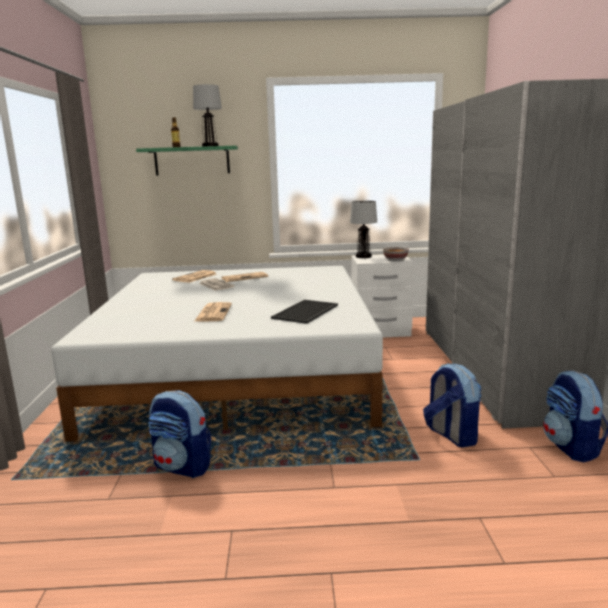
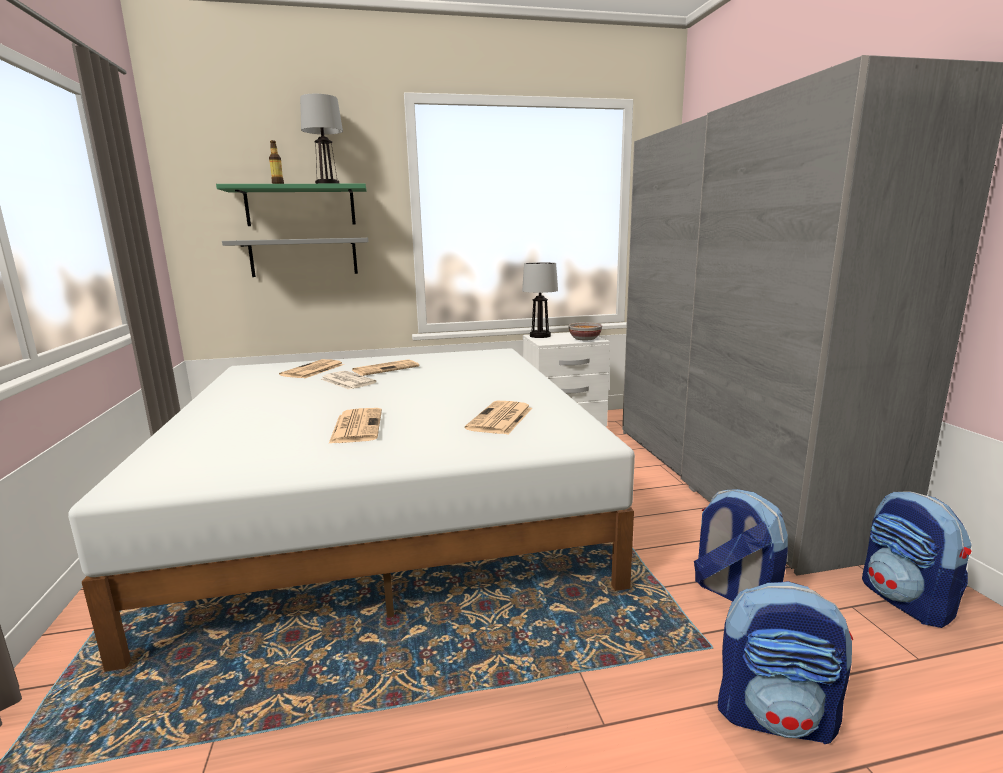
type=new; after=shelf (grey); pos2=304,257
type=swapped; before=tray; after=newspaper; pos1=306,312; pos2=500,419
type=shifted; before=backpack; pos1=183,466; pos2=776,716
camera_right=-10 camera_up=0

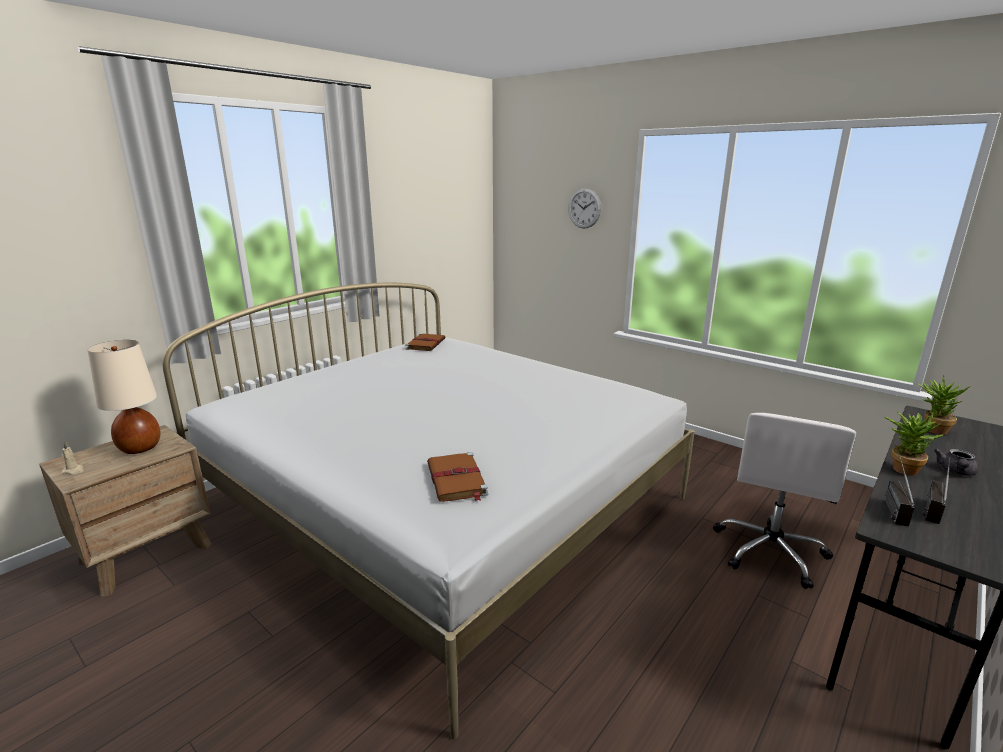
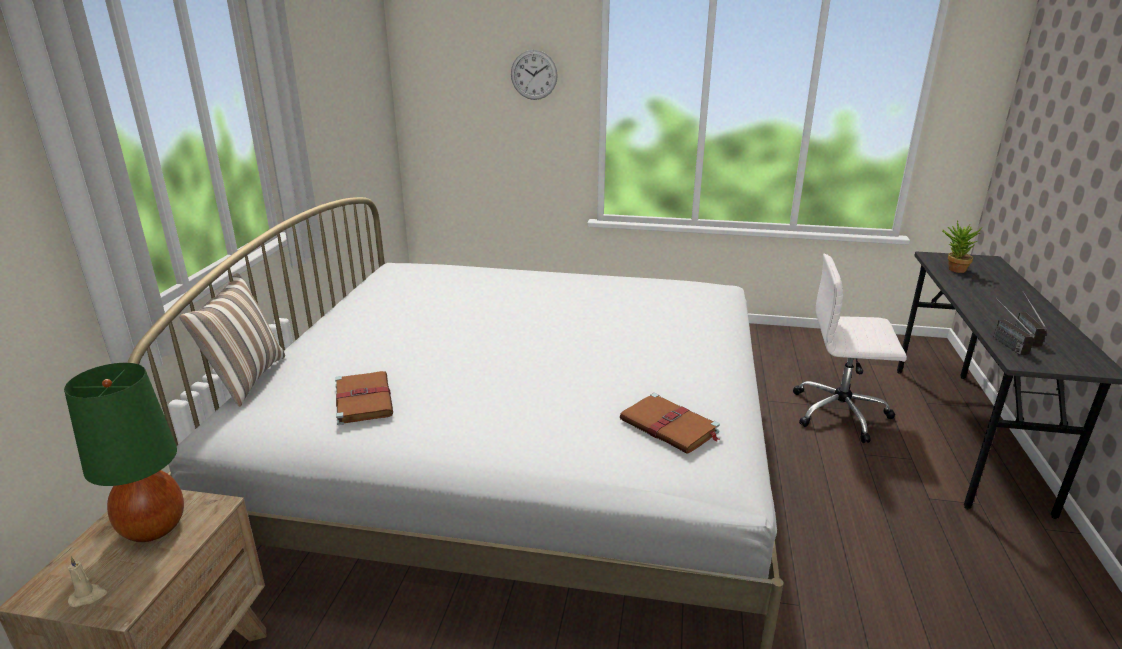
type=repainted; before=table lamp (beige); after=table lamp (green); pos1=141,448; pos2=154,527
type=new; after=pillow; pos2=245,379
type=shifted; before=book (brown); pos1=426,344; pos2=363,399
type=rotated; before=office chair (white); pos1=770,551; pos2=841,413; turn=105
type=gone; before=potted plant; pos1=901,468
type=gone; before=teapot (grey); pos1=955,472
camera_right=-30 camera_up=5

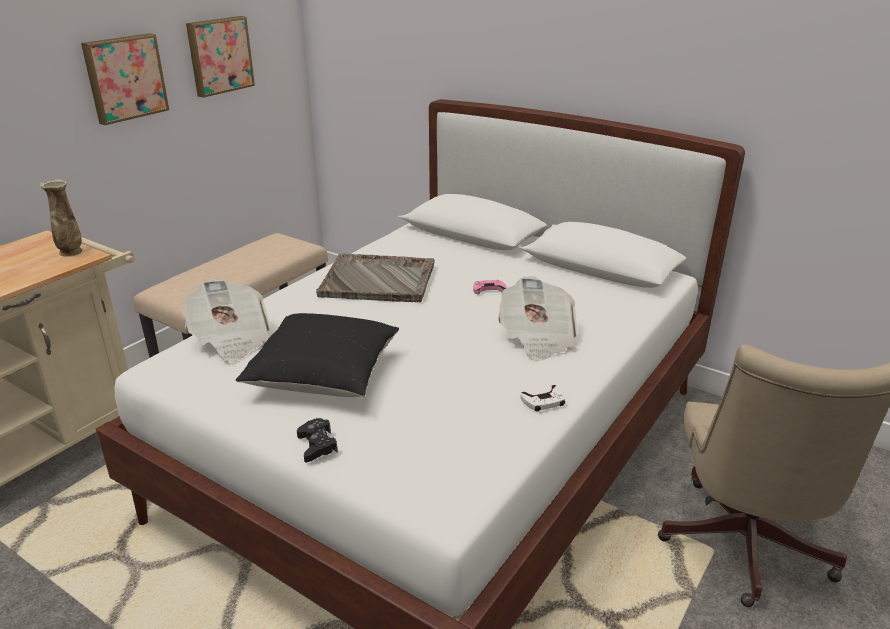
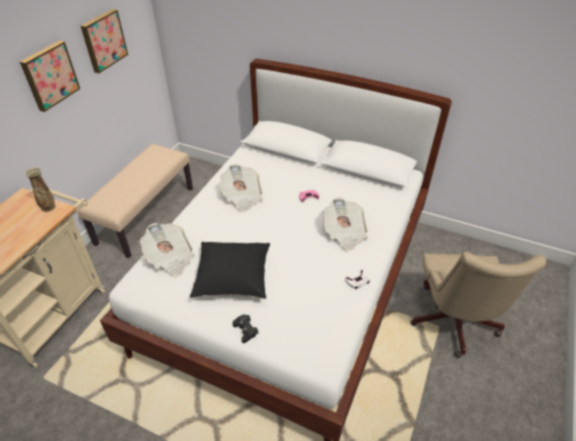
type=swapped; before=tray (grey); after=newspaper; pos1=379,280; pos2=242,197
camera_right=-10 camera_up=15

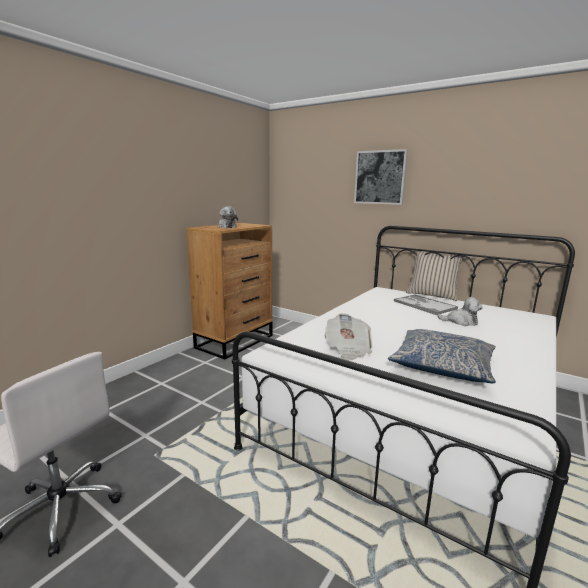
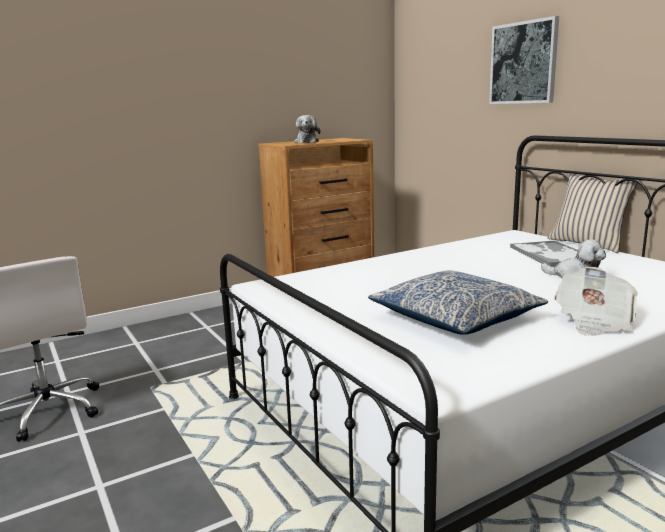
type=shifted; before=newspaper; pos1=348,349; pos2=593,321
camera_right=25 camera_up=0

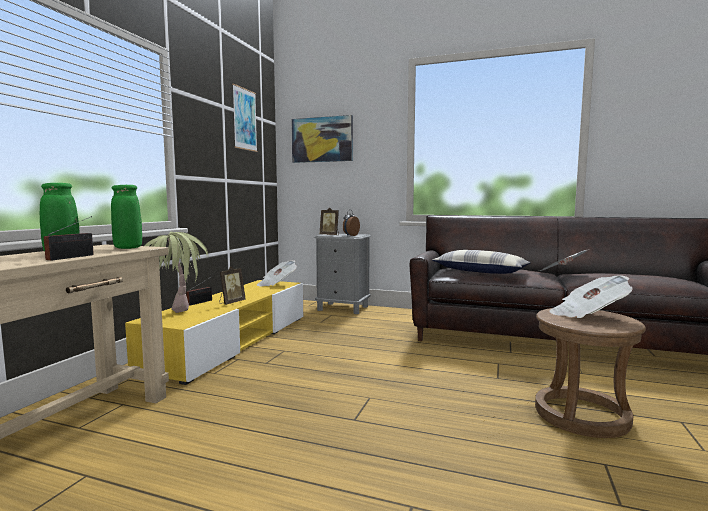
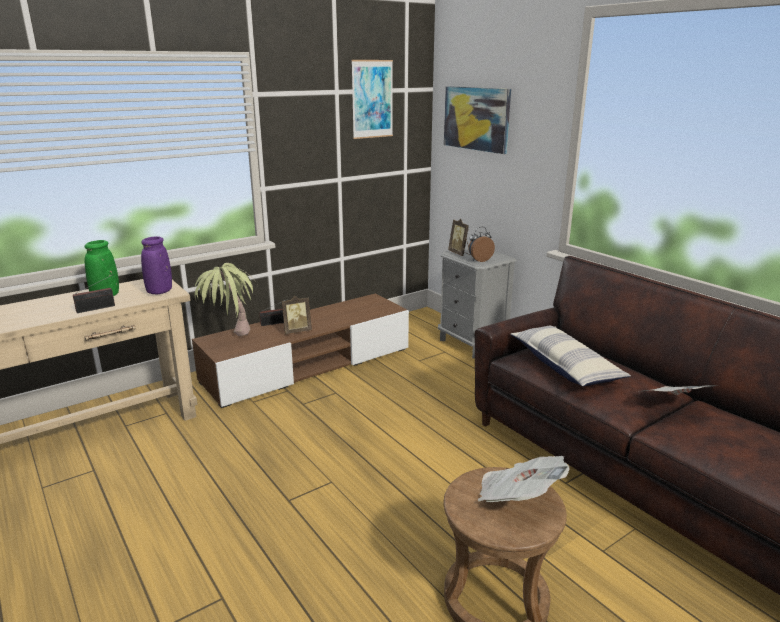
type=repainted; before=vase (green); after=vase (purple); pos1=128,248; pos2=159,291
type=repainted; before=tv stand (yellow); after=tv stand (brown); pos1=233,341; pos2=308,365
type=gone; before=newspaper; pos1=277,284
camera_right=35 camera_up=15

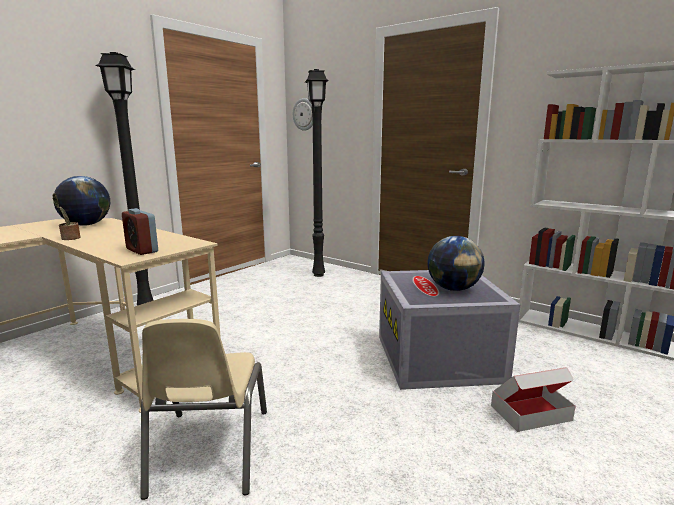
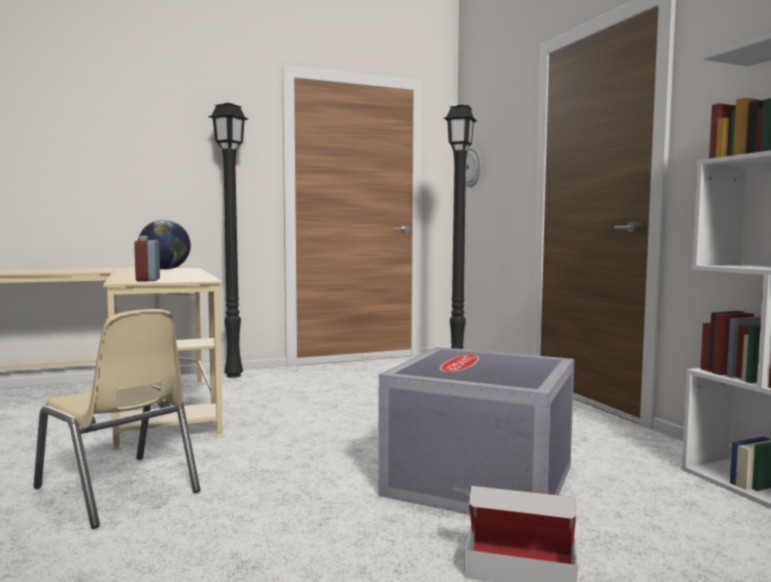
type=rotated; before=chair (beige); pos1=209,451; pos2=118,490; turn=-75
type=gone; before=potted plant; pos1=69,238
type=gone; before=globe; pos1=453,289
camera_right=30 camera_up=-10

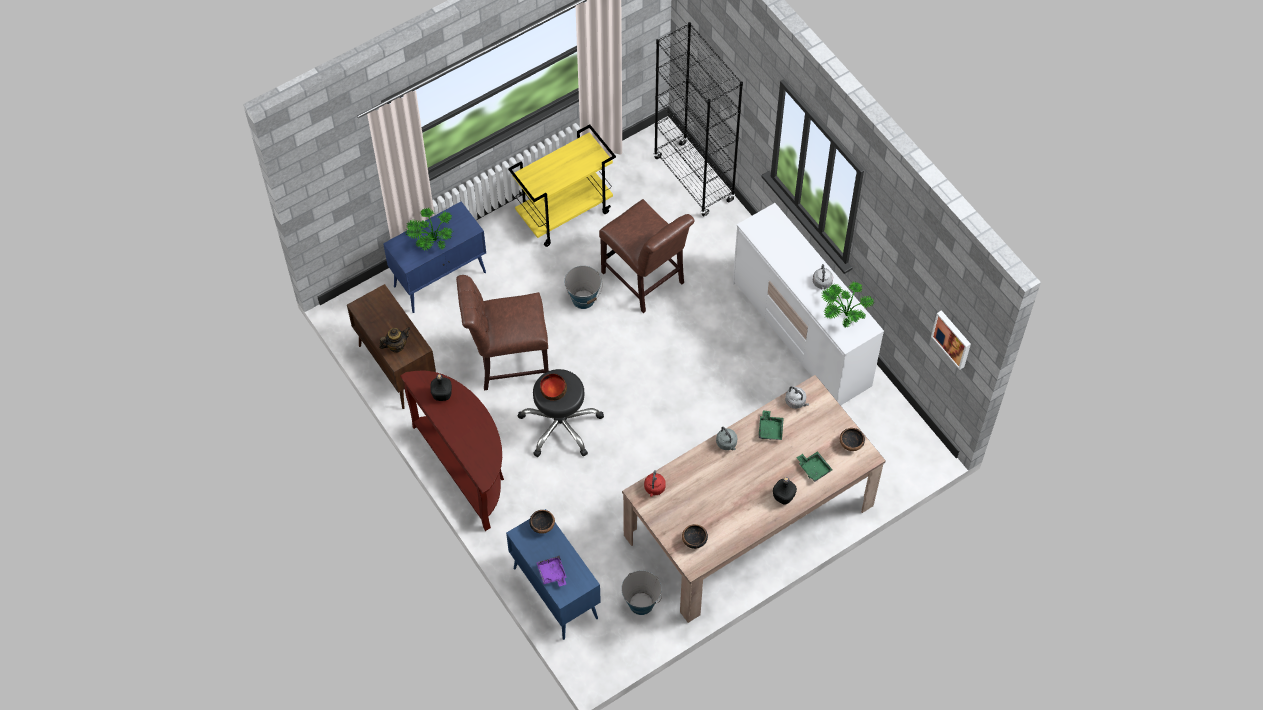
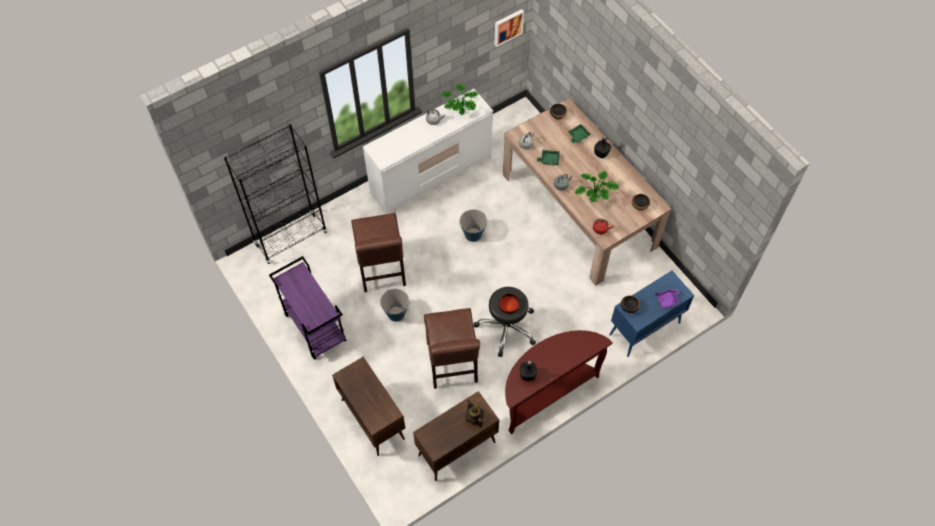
type=repainted; before=cart (yellow); after=cart (purple); pos1=565,213; pos2=314,327
type=repainted; before=cabinet (blue); after=cabinet (brown); pos1=440,279; pos2=372,419
type=rotated; before=chair (brown); pos1=645,281; pos2=381,271; turn=120
type=shifted; before=bucket; pos1=641,603; pos2=473,234
type=shifted; before=potted plant; pos1=431,241; pos2=595,196
camera_right=-90 camera_up=0

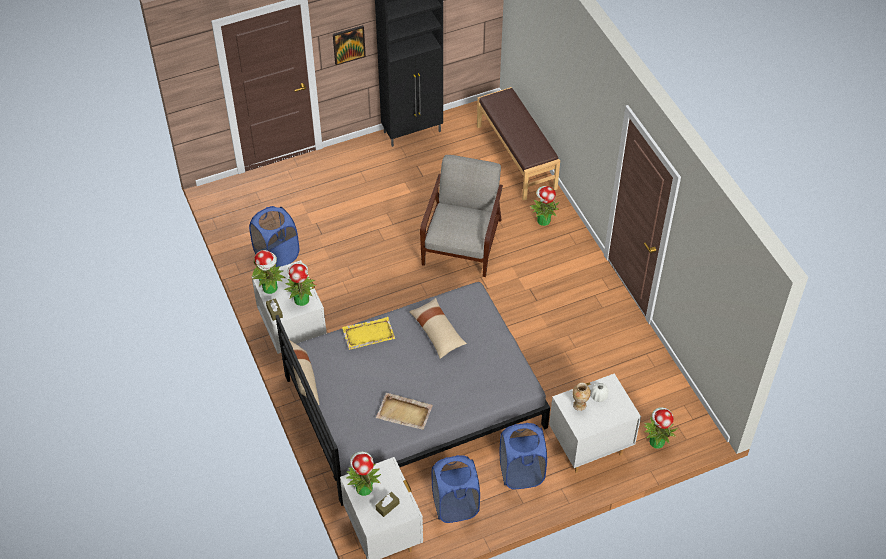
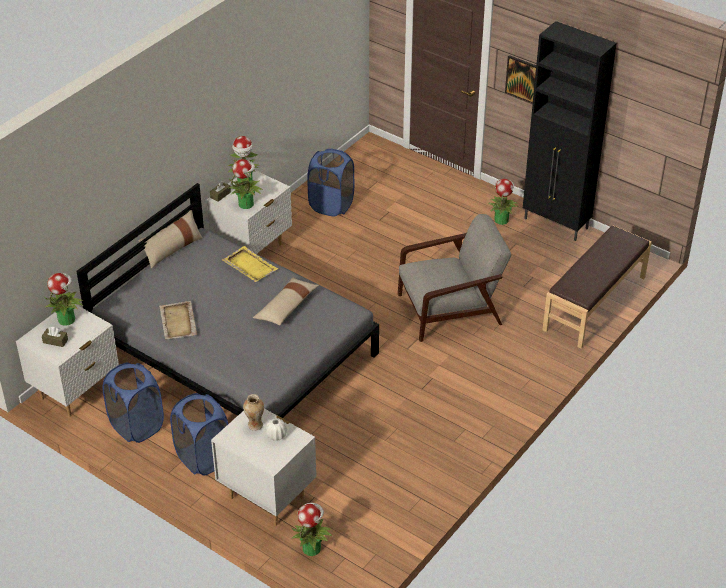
type=shifted; before=potted plant; pos1=543,220; pos2=501,219
camera_right=60 camera_up=-10

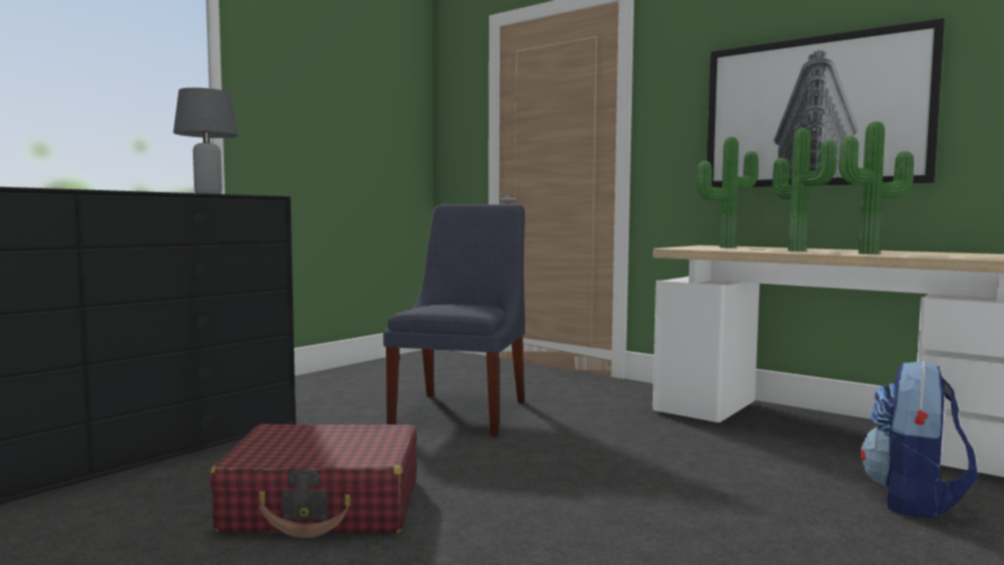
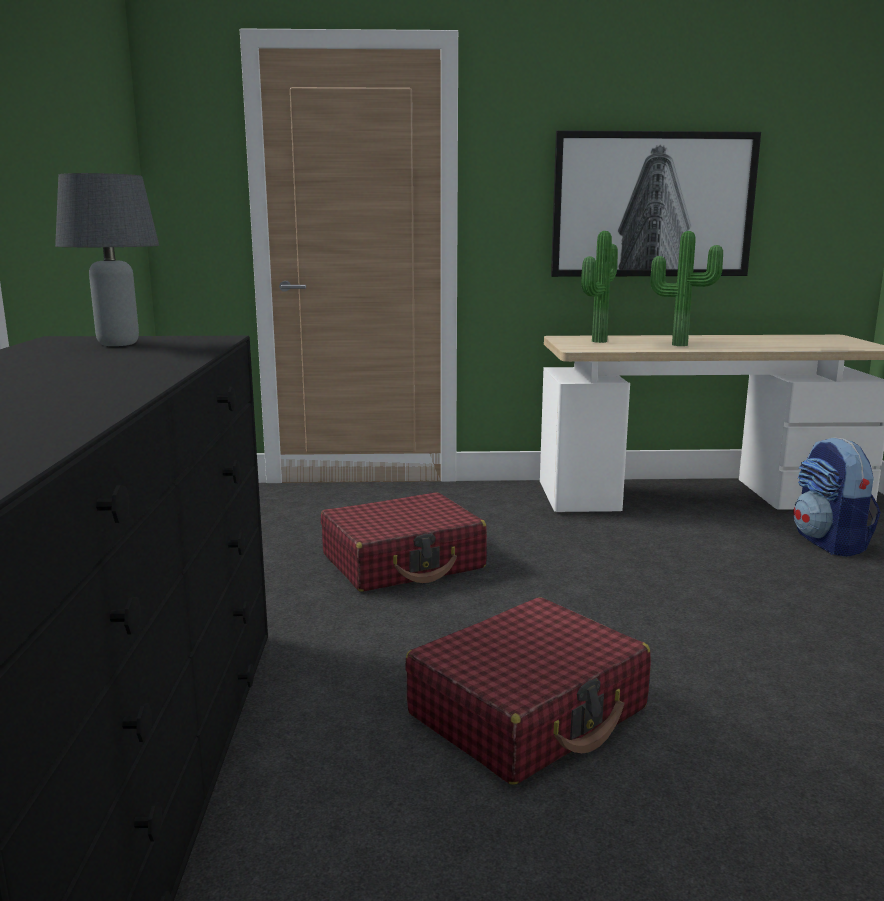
type=swapped; before=chair (blue); after=suitcase (red); pos1=463,411; pos2=403,562
type=gone; before=potted plant; pos1=871,253
camera_right=-40 camera_up=10

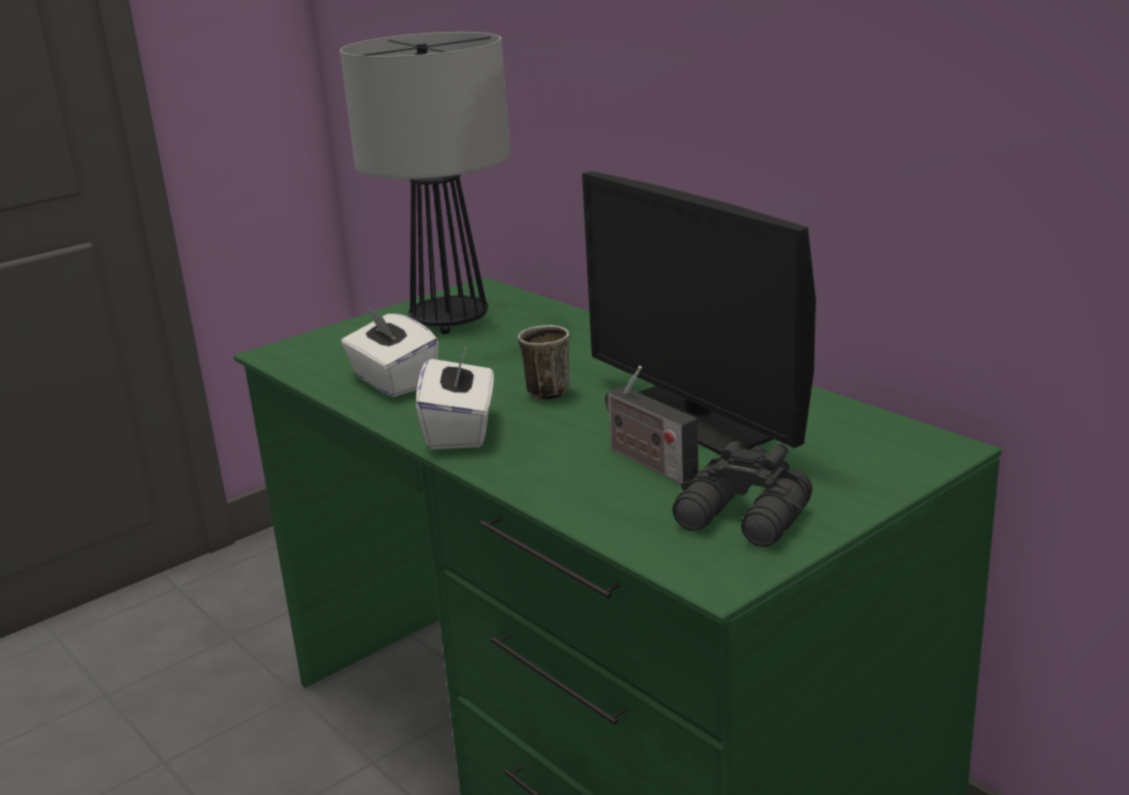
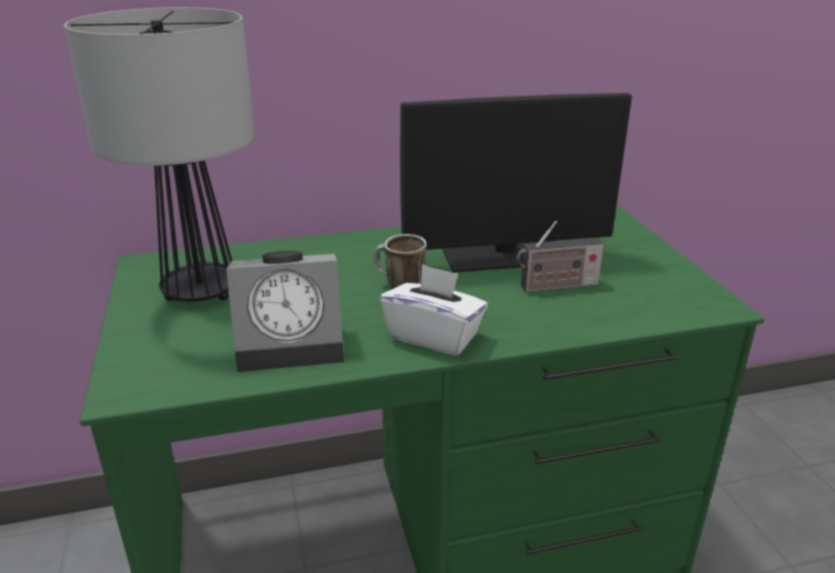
type=swapped; before=tissue box (white); after=alarm clock; pos1=393,381; pos2=294,344
type=gone; before=binoculars (black); pos1=744,520
camera_right=-65 camera_up=5

